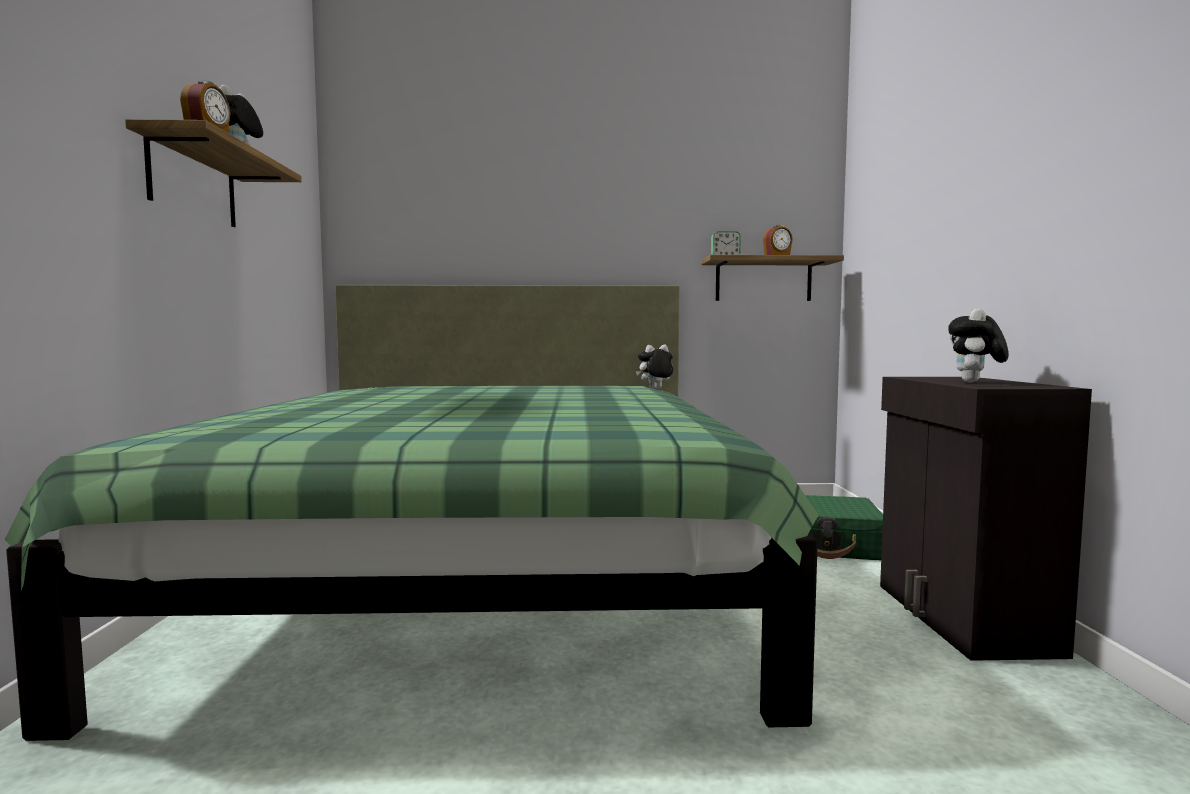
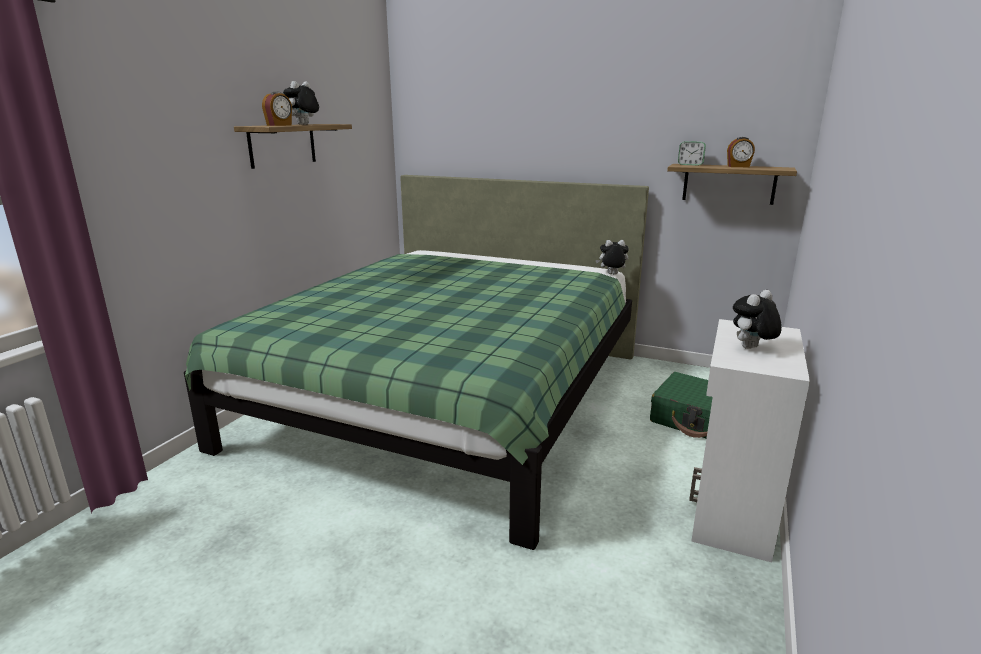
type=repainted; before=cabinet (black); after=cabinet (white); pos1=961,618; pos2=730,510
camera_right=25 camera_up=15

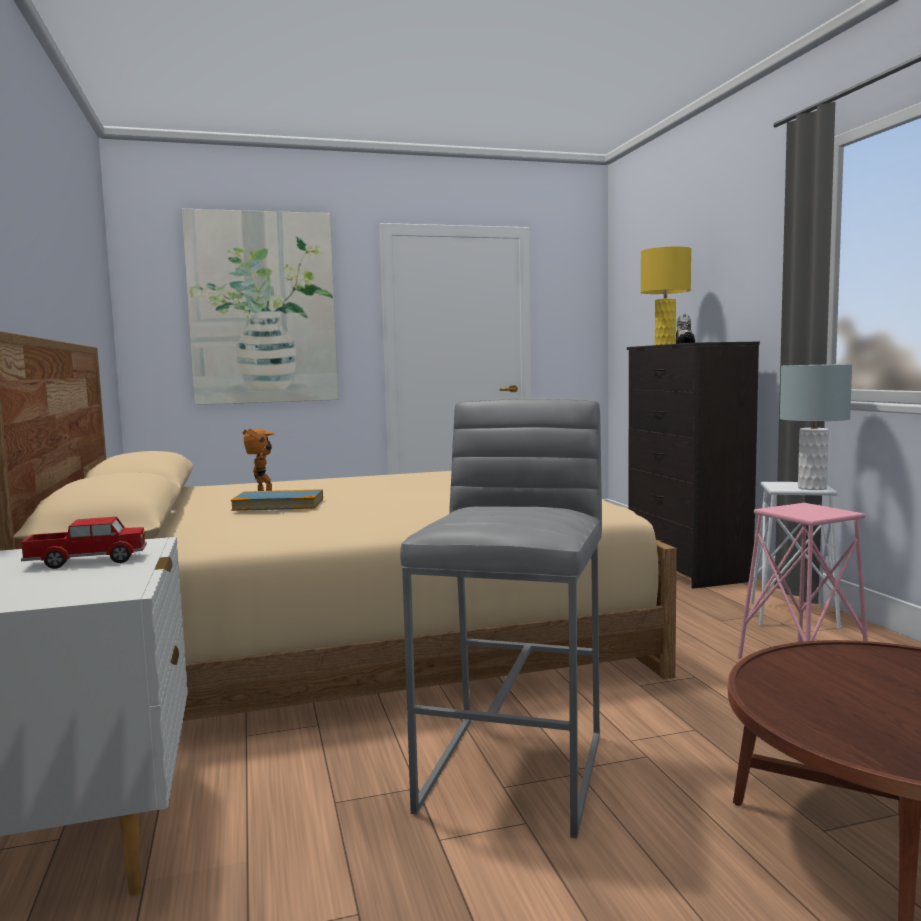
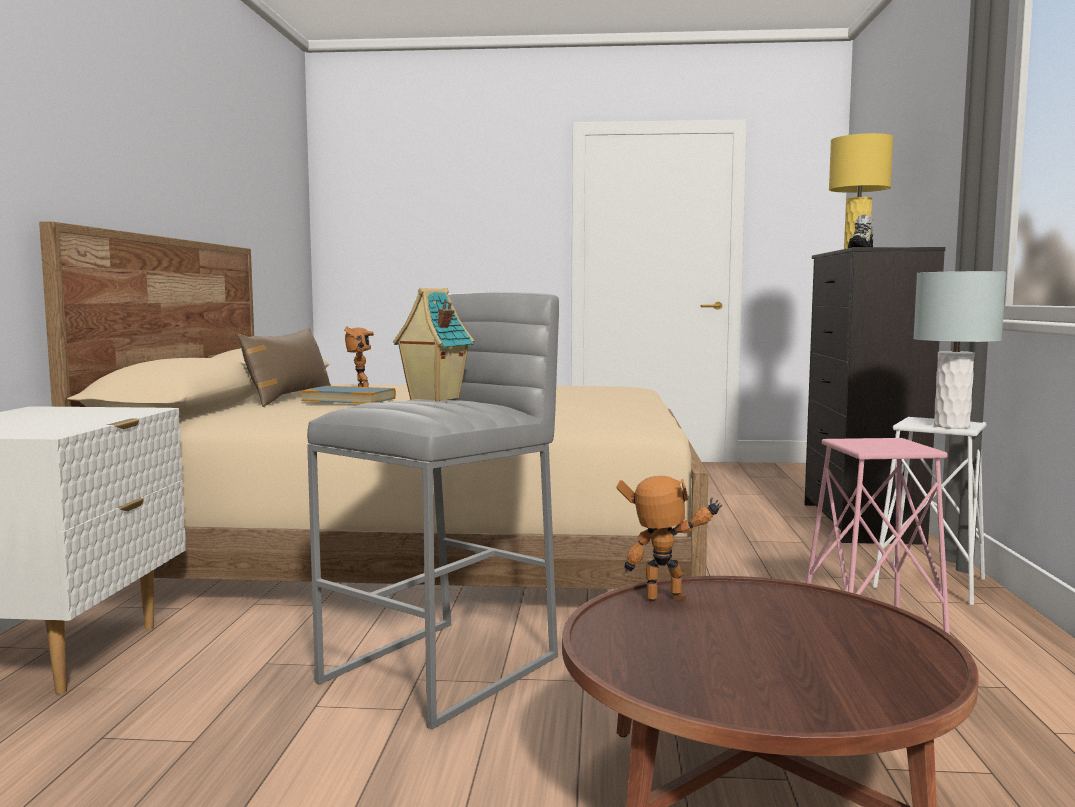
type=new; after=pillow (brown); pos2=289,398
type=new; after=toy house; pos2=433,399
type=new; after=toy robot; pos2=668,601
type=gone; before=toy truck; pos1=87,561
type=gone; before=picture; pos1=262,308
camera_right=20 camera_up=0

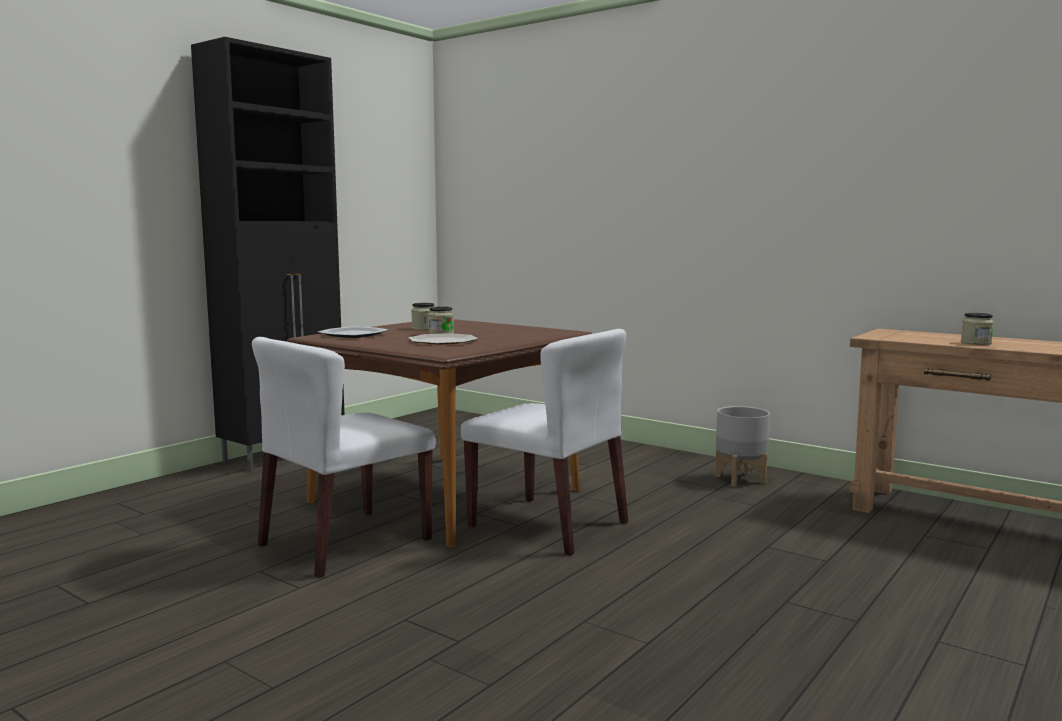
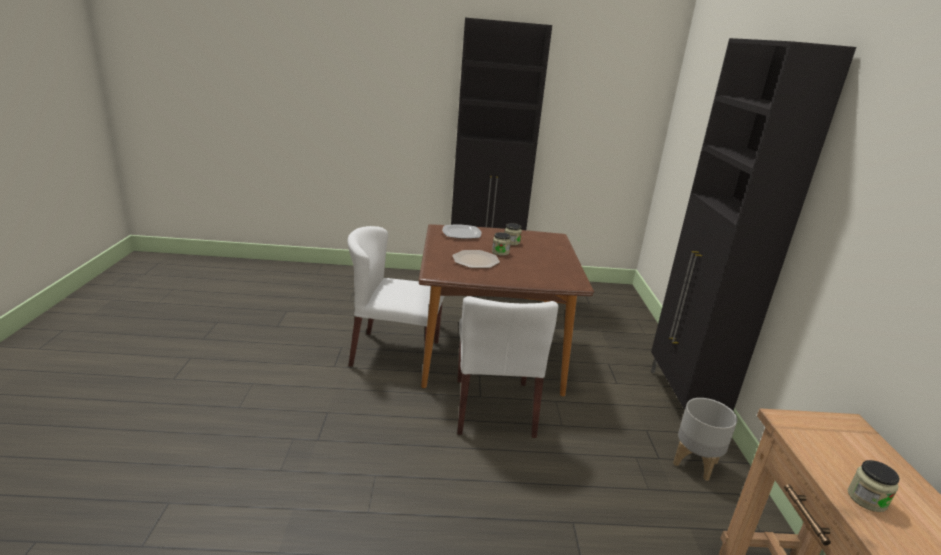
type=new; after=cabinet (black); pos2=683,399
camera_right=50 camera_up=15

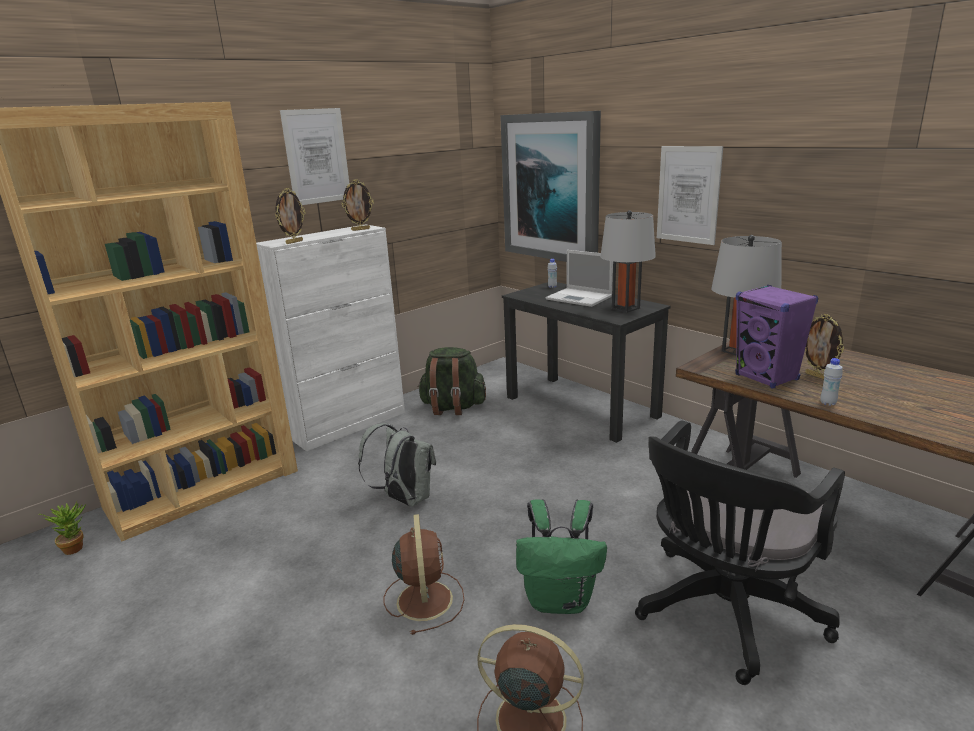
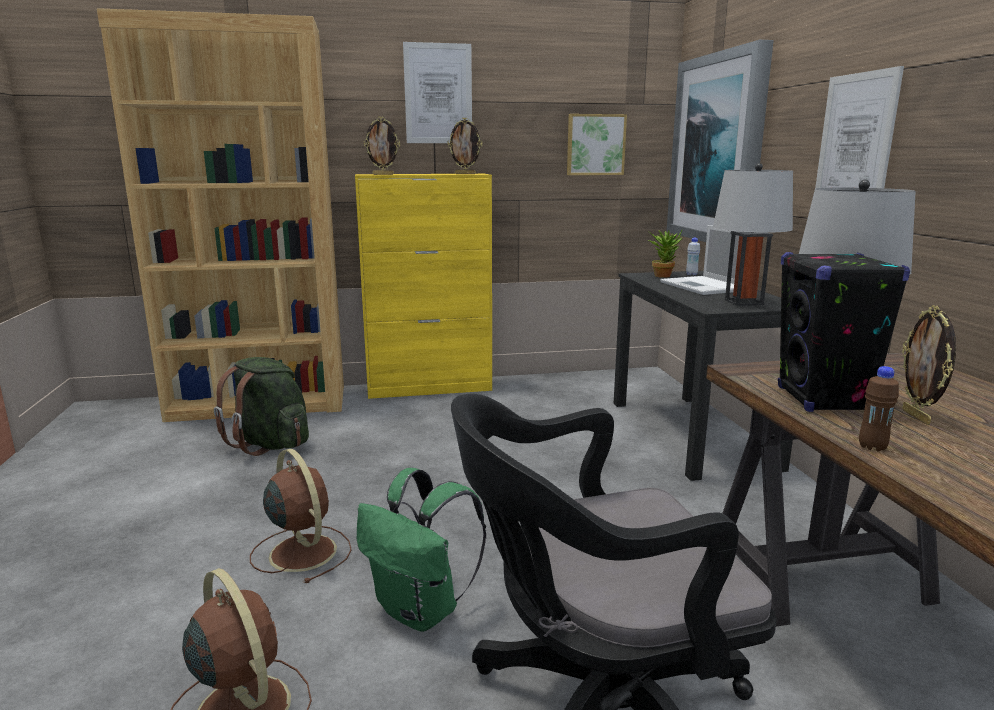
type=shifted; before=backpack (green); pos1=452,408; pos2=270,444
type=rotated; before=fan (brown); pos1=424,598; pos2=301,551; turn=-60
type=repainted; before=cabinet (white); after=cabinet (yellow); pos1=350,425; pos2=430,388
type=new; after=picture; pos2=595,145
type=shifted; before=potted plant; pos1=76,547; pos2=663,275
type=repainted; before=speaker (purple); after=speaker (black); pos1=767,377; pos2=823,400
type=repainted; before=bottle (white); after=bottle (brown); pos1=828,403; pos2=872,447
type=gone; before=backpack (grey); pos1=404,499
camera_right=30 camera_up=-5

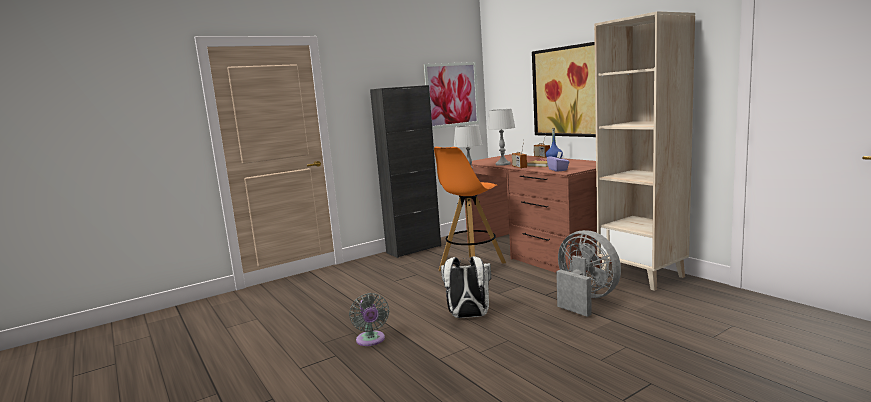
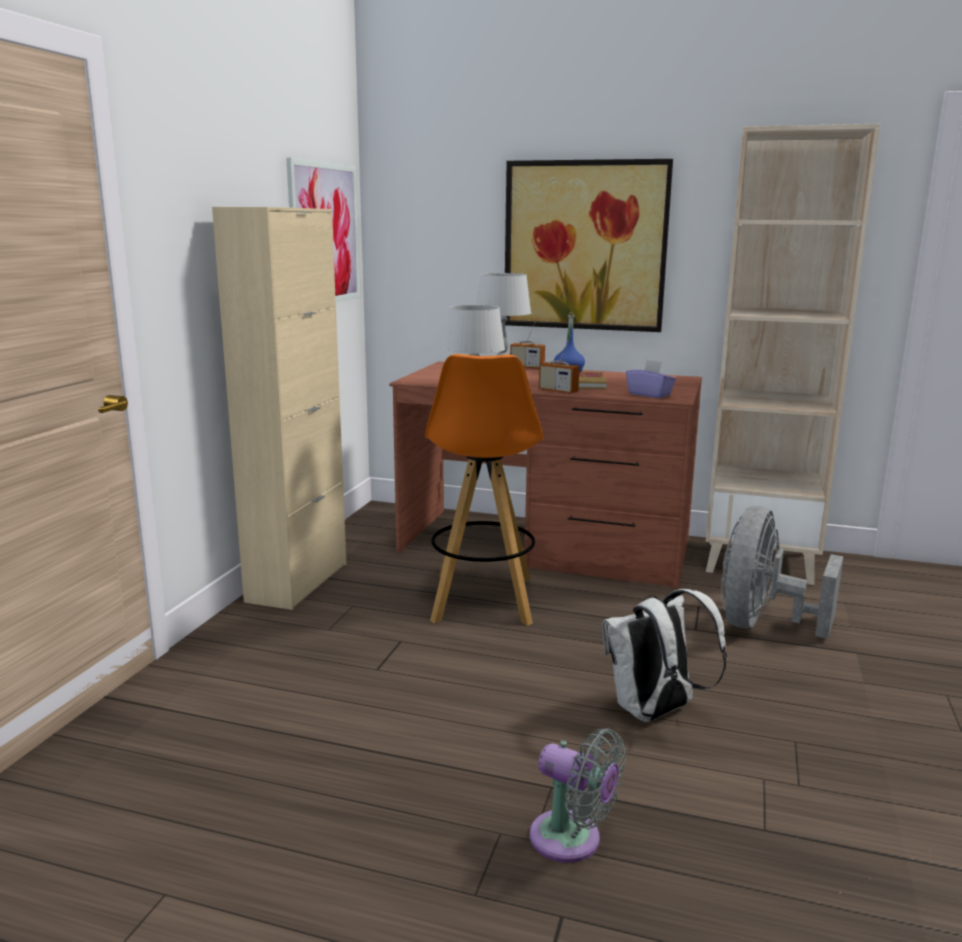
type=repainted; before=cabinet (black); after=cabinet (beige); pos1=414,249; pos2=298,582
type=rotated; before=fan (grey); pos1=585,299; pos2=762,624; turn=-75
camera_right=-40 camera_up=5

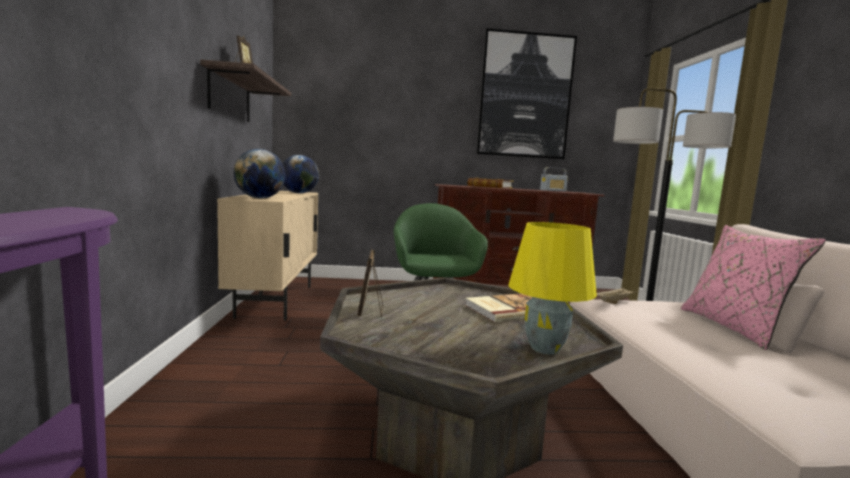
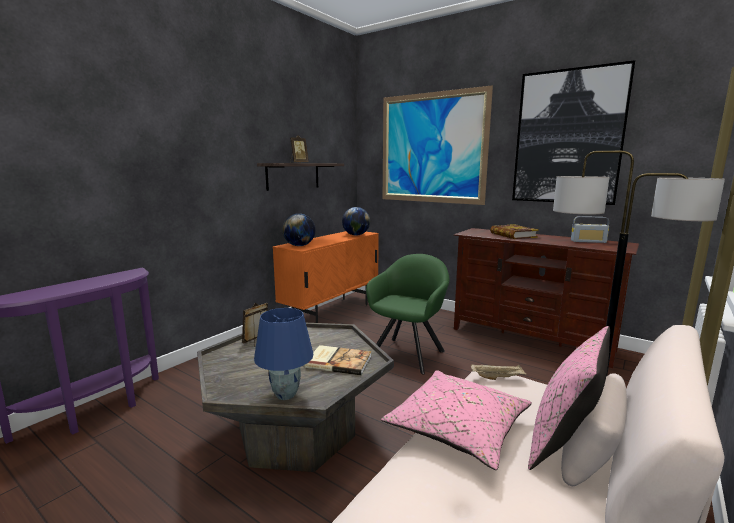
type=repainted; before=table lamp (yellow); after=table lamp (blue); pos1=546,349; pos2=286,395
type=repainted; before=cabinet (beige); after=cabinet (orange); pos1=276,301; pos2=332,312
type=new; after=pillow (pink); pos2=459,428
type=new; after=picture; pos2=431,148
camera_right=40 camera_up=5

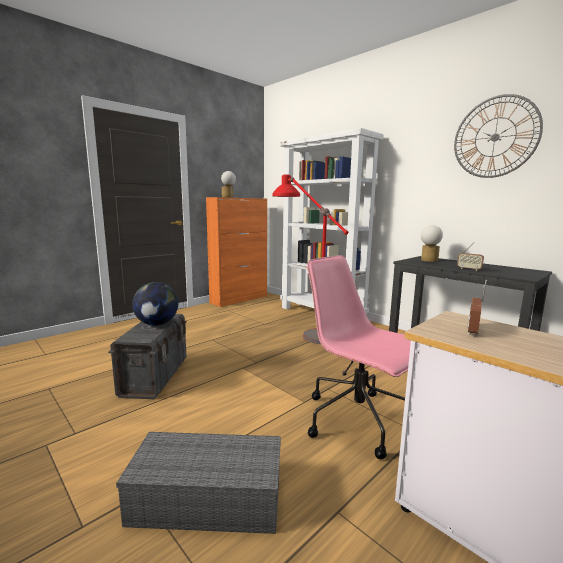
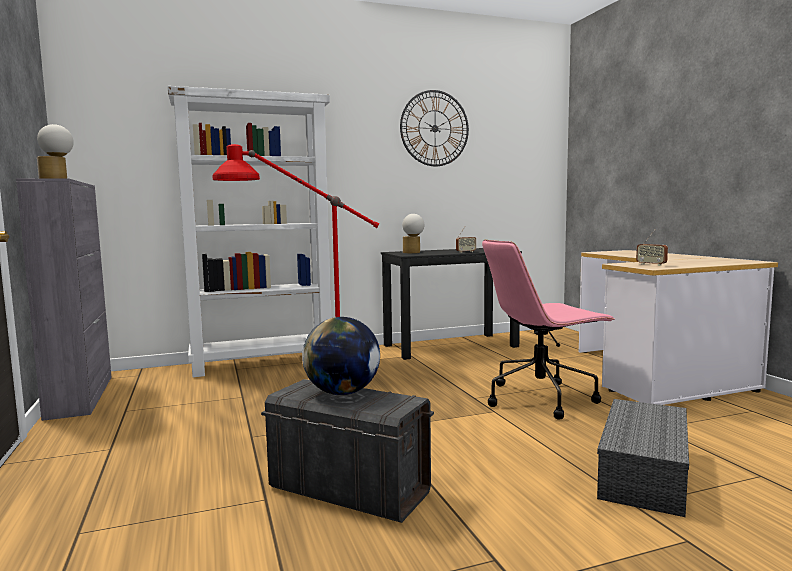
type=repainted; before=cabinet (orange); after=cabinet (grey); pos1=239,299; pos2=81,396
camera_right=-65 camera_up=-5

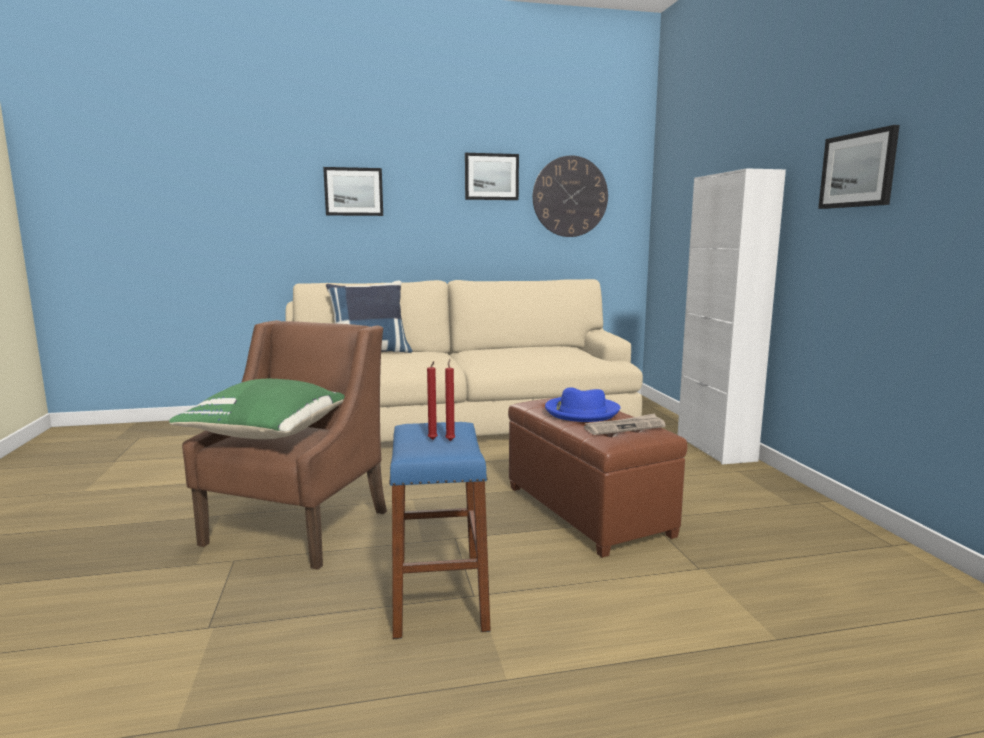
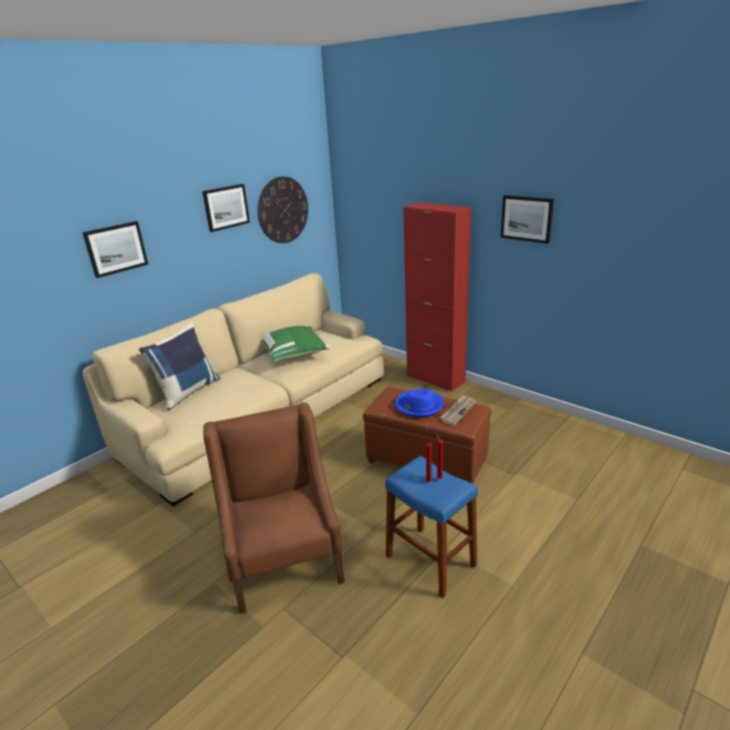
type=shifted; before=pillow (green); pos1=269,434; pos2=295,354
type=repainted; before=cabinet (white); after=cabinet (red); pos1=715,448; pos2=435,379
camera_right=-35 camera_up=15

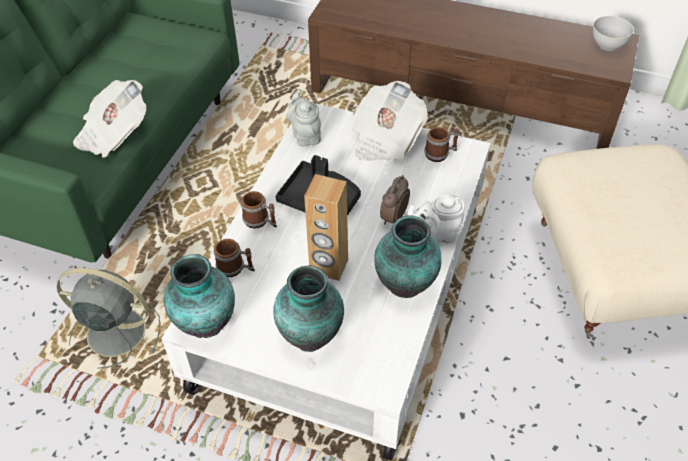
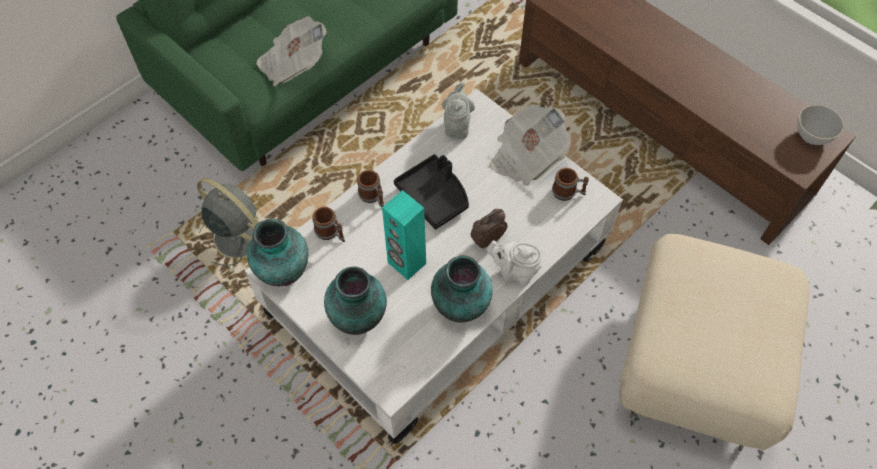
type=repainted; before=speaker (brown); after=speaker (turquoise); pos1=328,266; pos2=406,263
camera_right=25 camera_up=10

